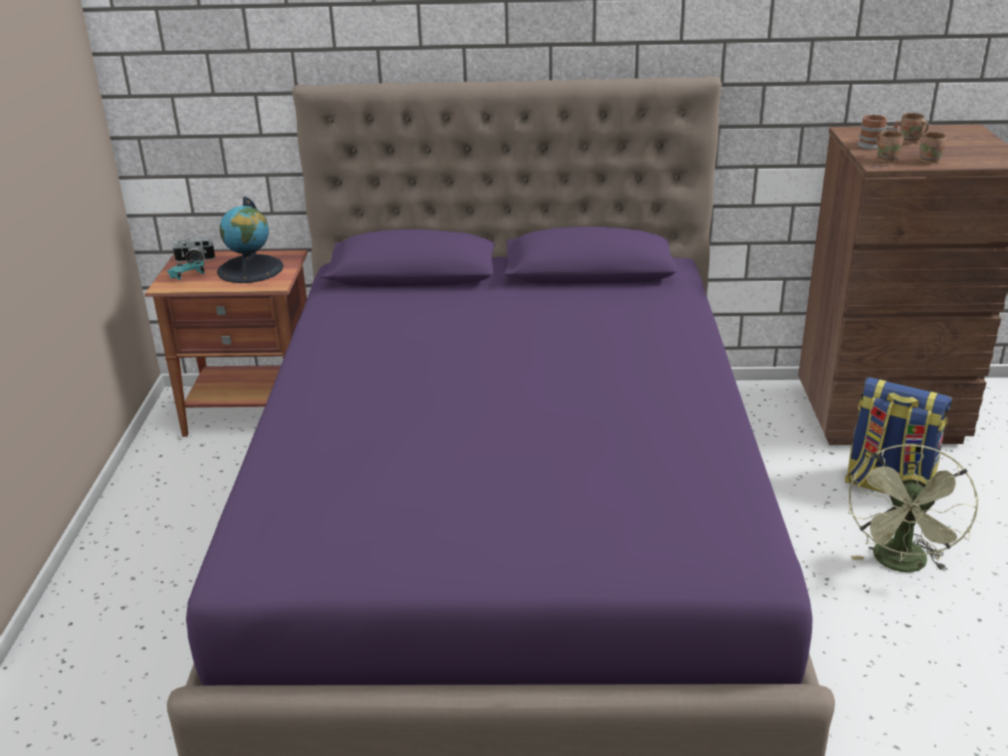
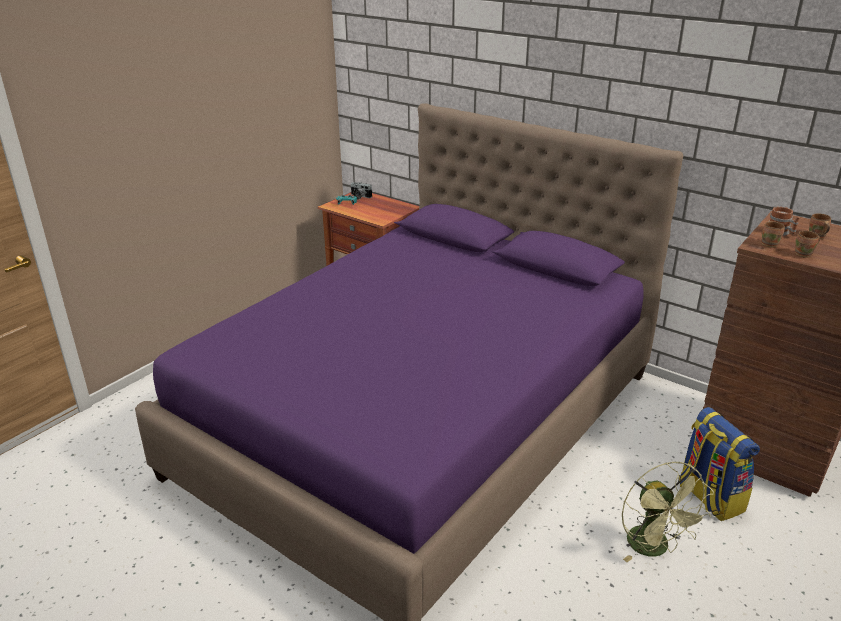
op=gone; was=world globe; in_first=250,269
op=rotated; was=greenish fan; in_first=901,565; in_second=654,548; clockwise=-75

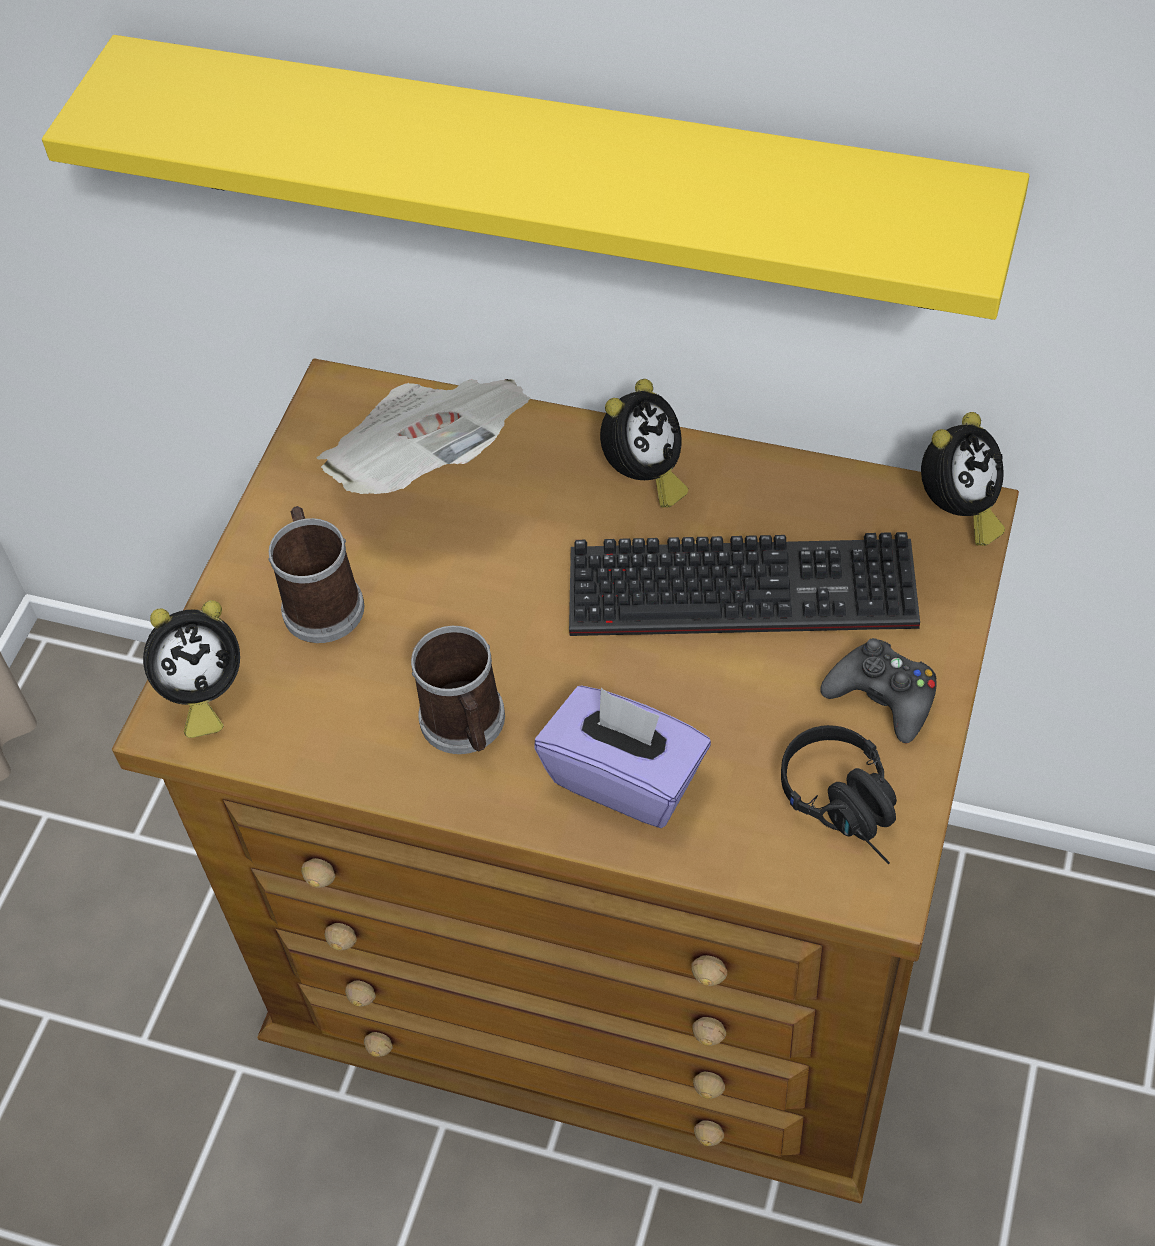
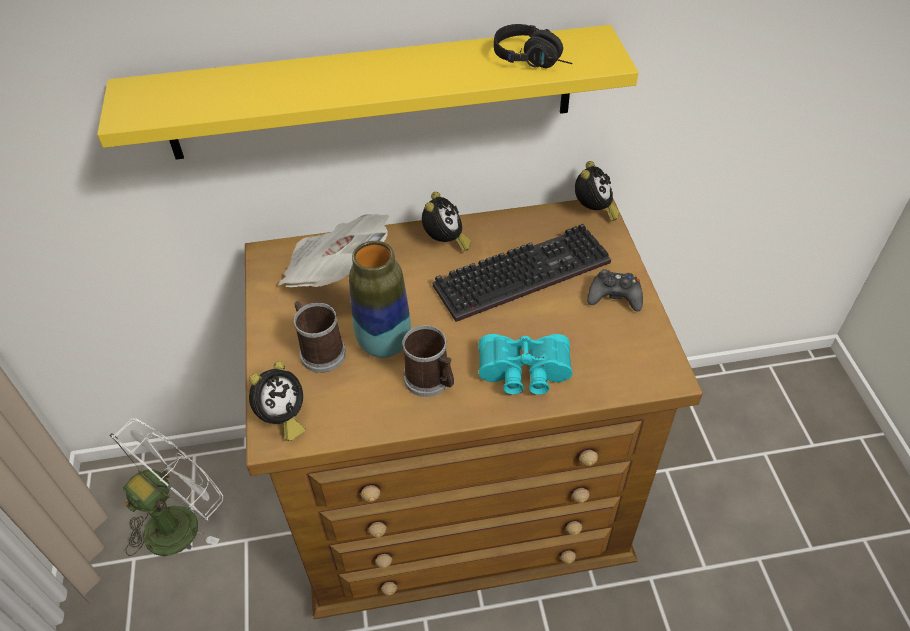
op=swapped; was=purplish tissue holder; now=turquoise-coloured binoculars; in_first=626,778; in_second=524,374
op=shifted; was=black-coloured pair of headphones; in_first=849,808; in_second=535,60
op=new; now=vase; in_second=384,344
op=new; now=whitish fan; in_second=180,520

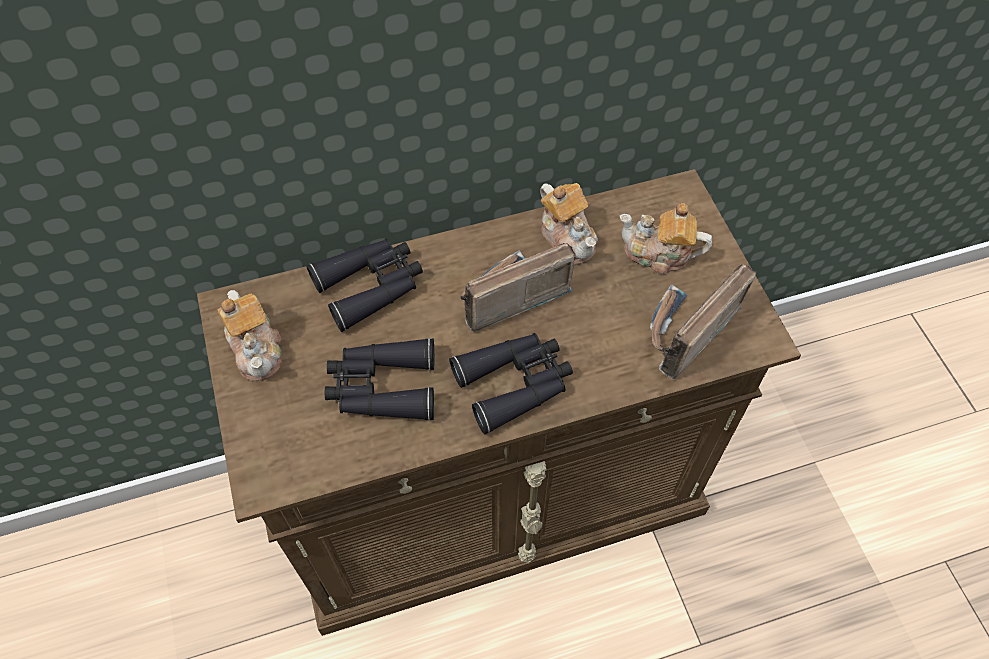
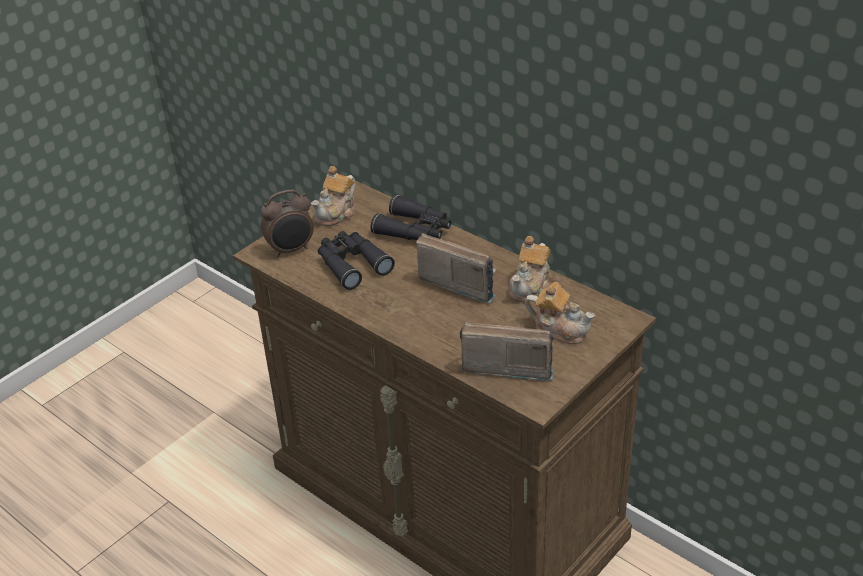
op=rotated; was=tea pot; in_first=658,254; in_second=559,329; clockwise=135
op=gone; was=black-coloured binoculars; in_first=515,383
op=new; now=bedside clock; in_second=291,250

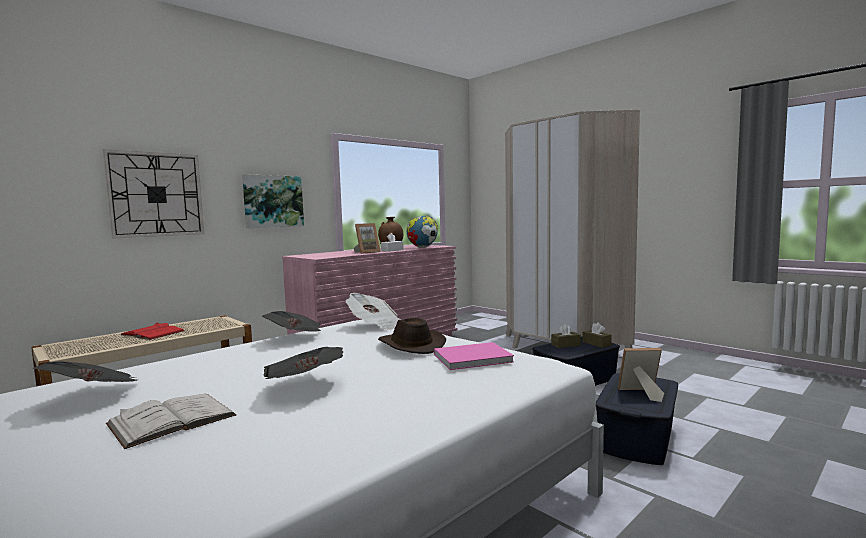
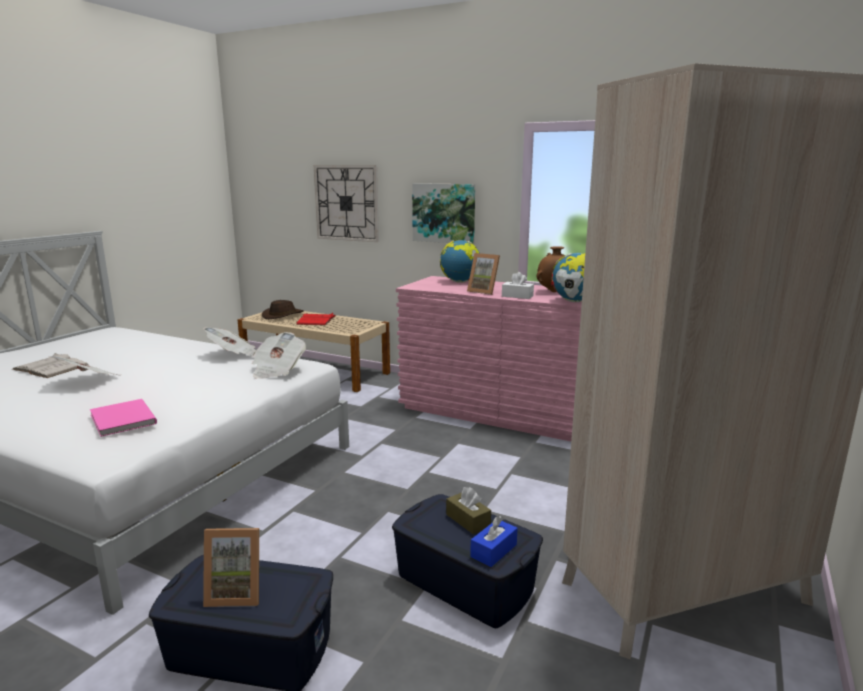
op=shifted; was=brown-coloured wearable hat; in_first=410,345; in_second=283,315
op=repainted; was=brown-coloured tissue holder; now=bluish tissue holder; in_first=596,343; in_second=493,551
op=rotated; was=standing frame; in_first=640,394; in_second=236,592; clockwise=105
op=gone; was=daily paper; in_first=95,395
op=new; now=world globe; in_second=460,282

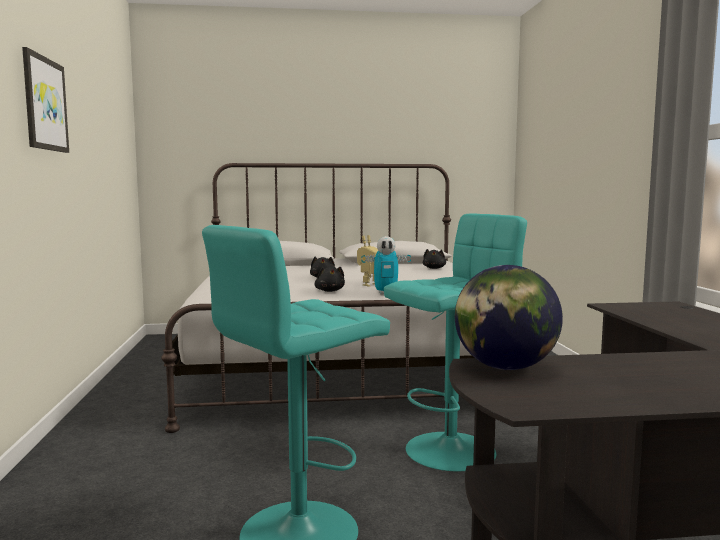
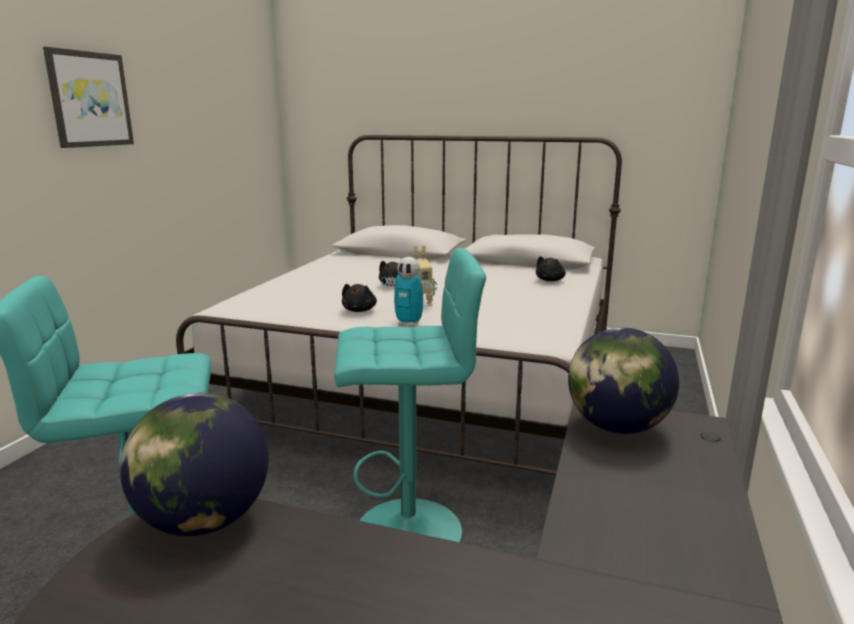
op=new; now=world globe; in_second=616,427

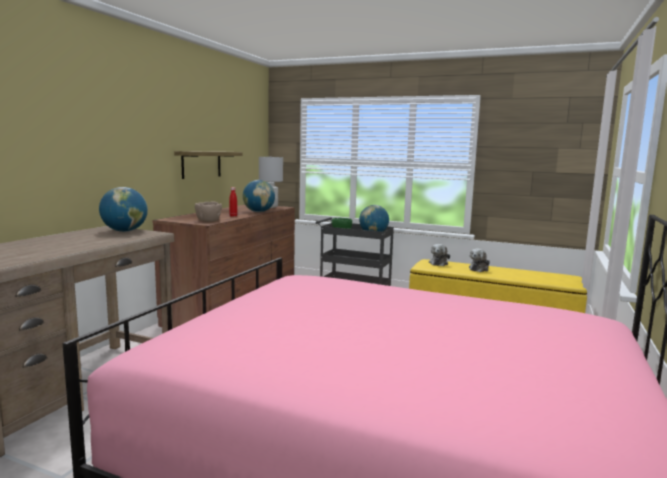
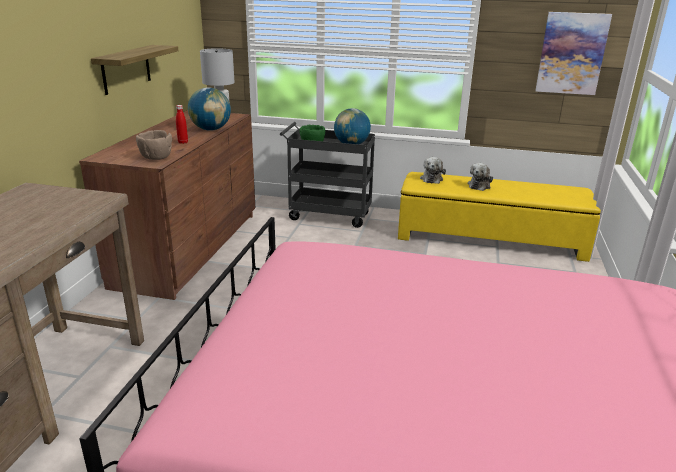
op=gone; was=world globe; in_first=124,231
op=new; now=picture; in_second=571,53

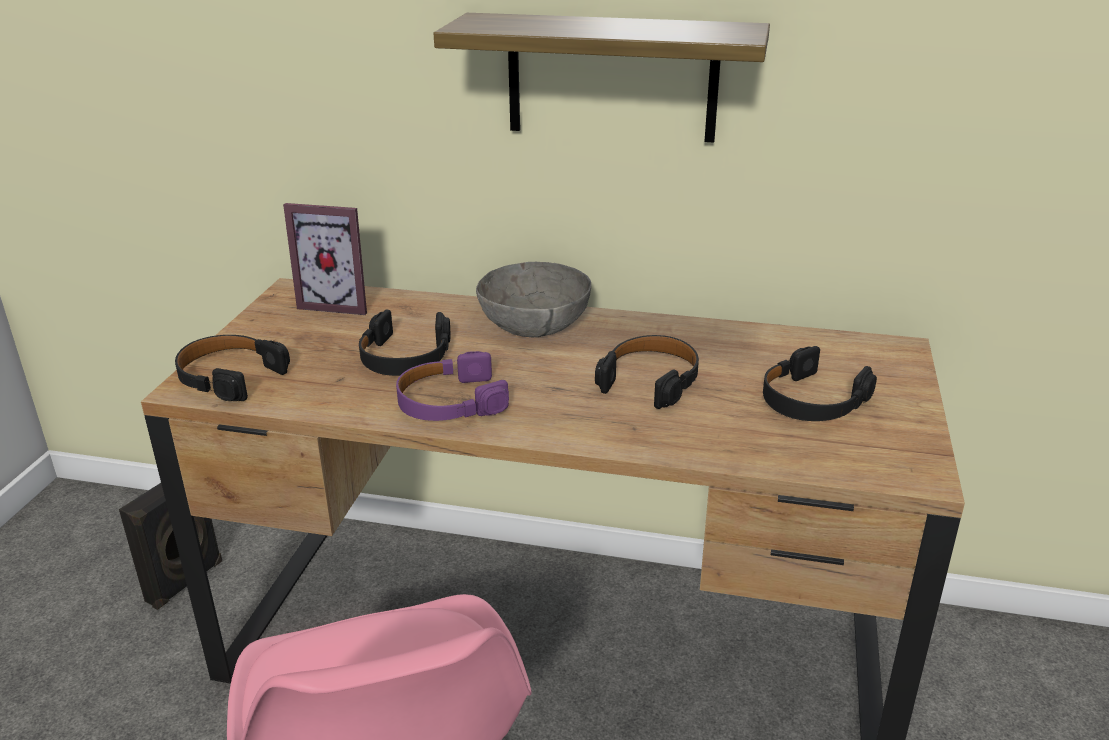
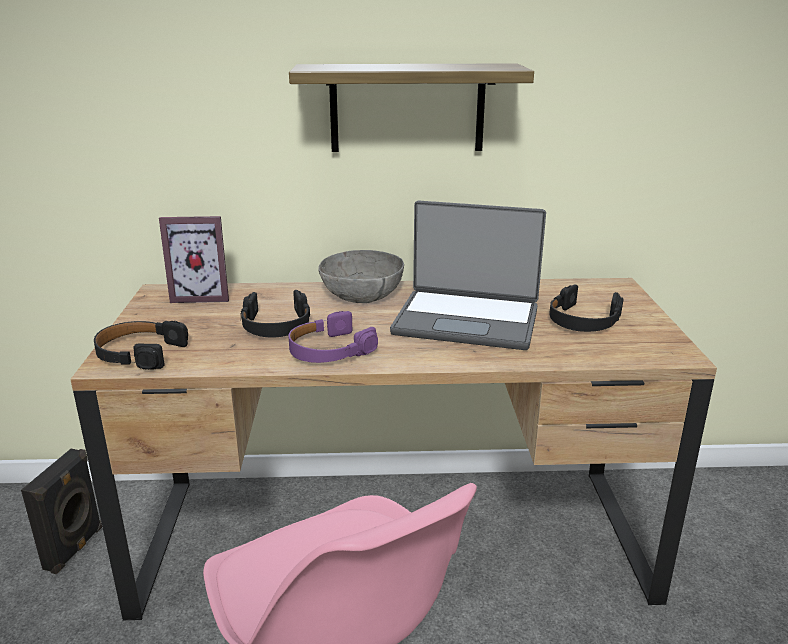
op=swapped; was=black-coloured pair of headphones; now=notebook computer; in_first=650,380; in_second=467,320

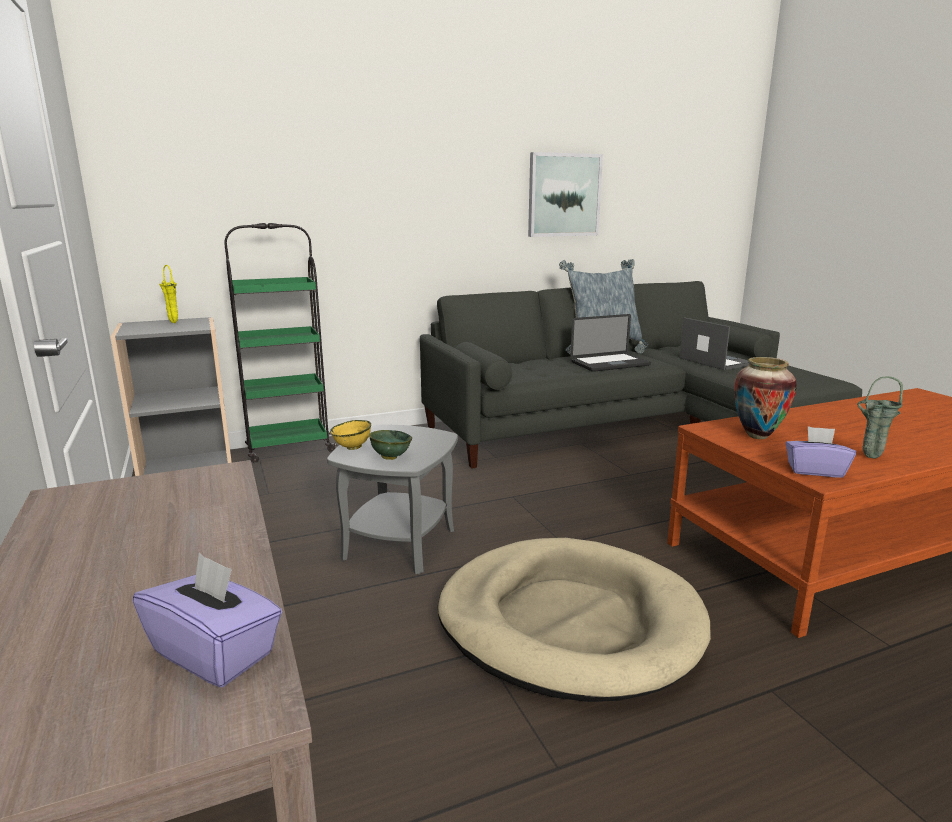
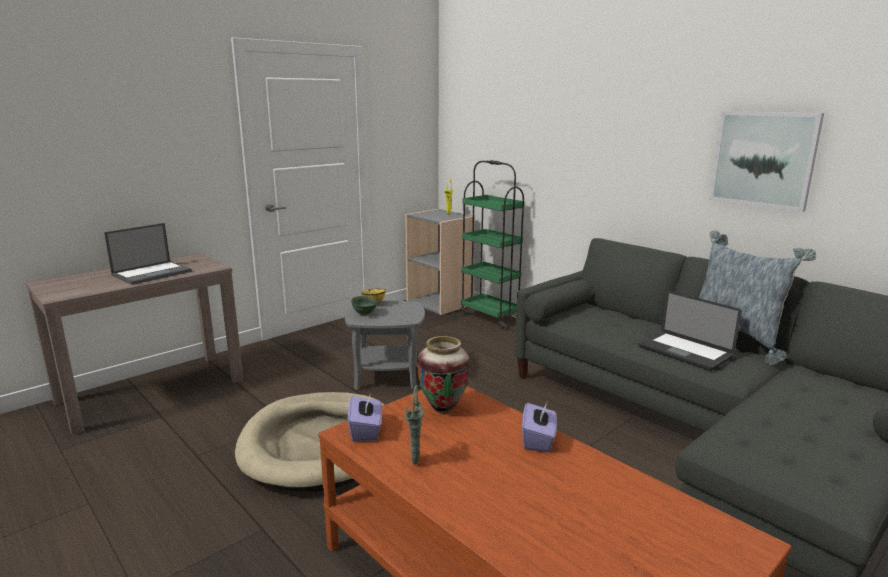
op=shifted; was=notebook computer; in_first=715,361; in_second=152,273
op=shifted; was=purplish tissue holder; in_first=215,652; in_second=538,440

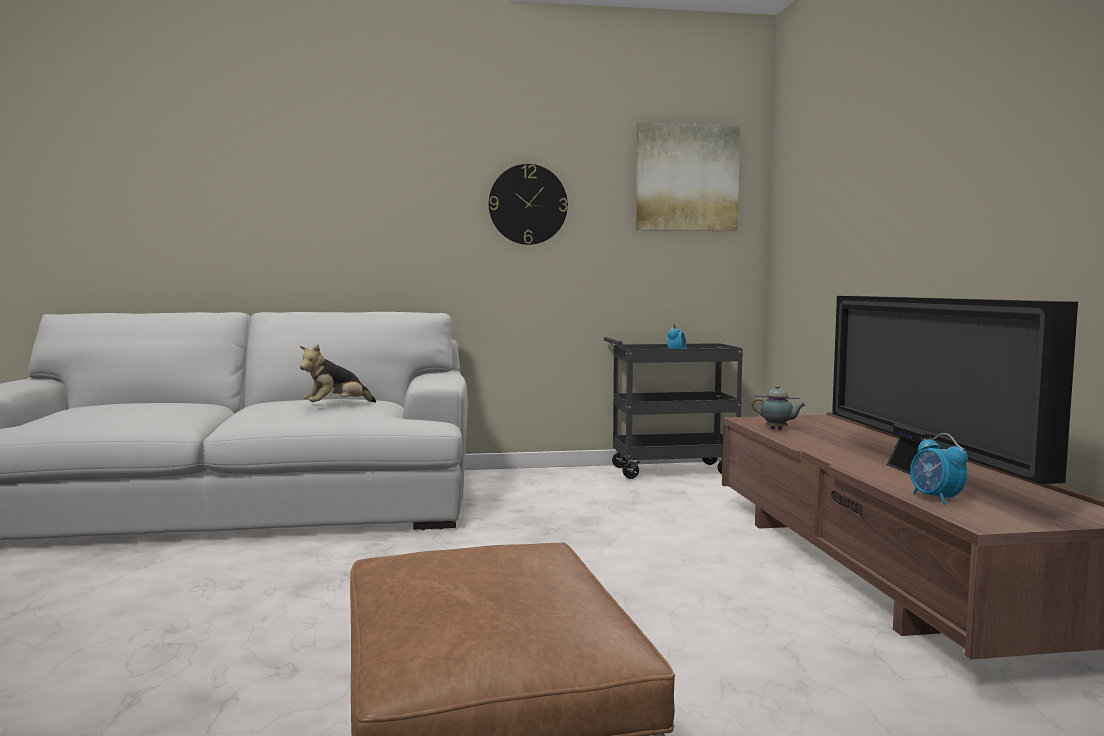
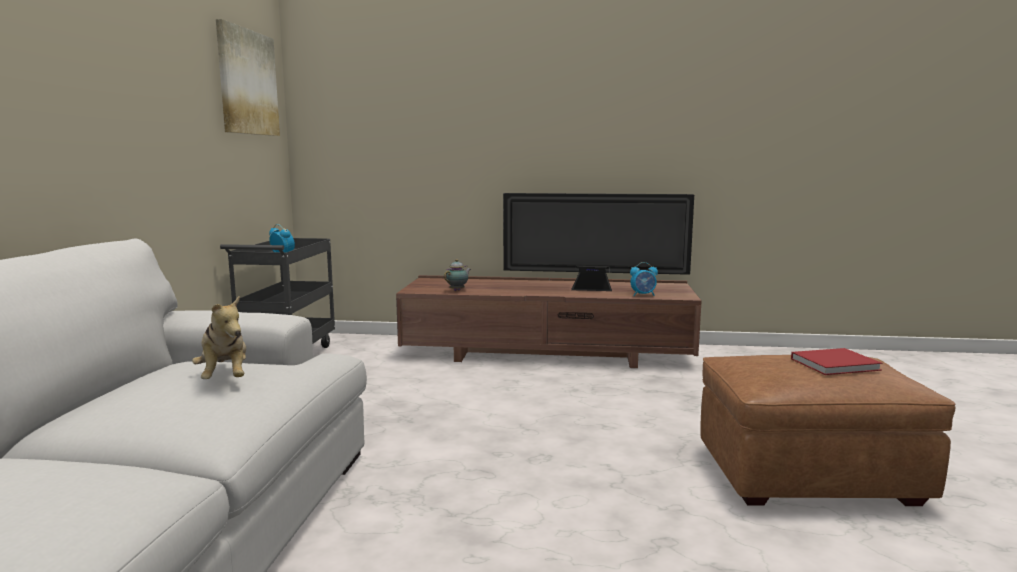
op=gone; was=clock on the wall; in_first=528,204
op=new; now=red bound book; in_second=837,364

